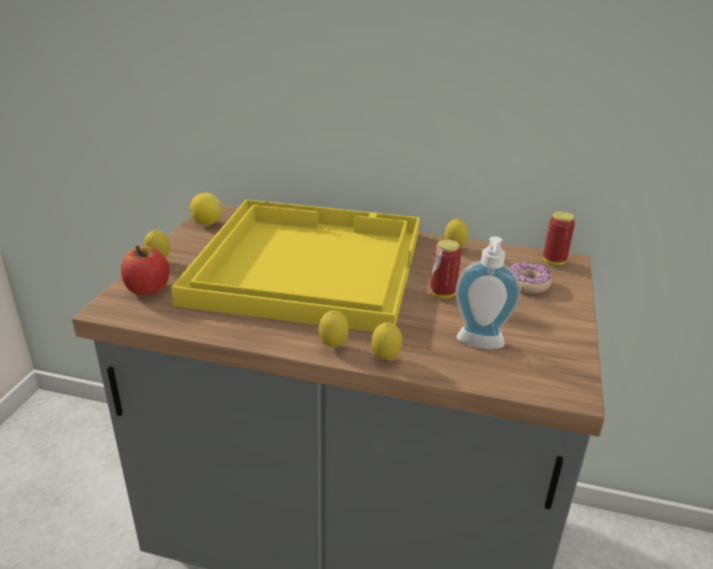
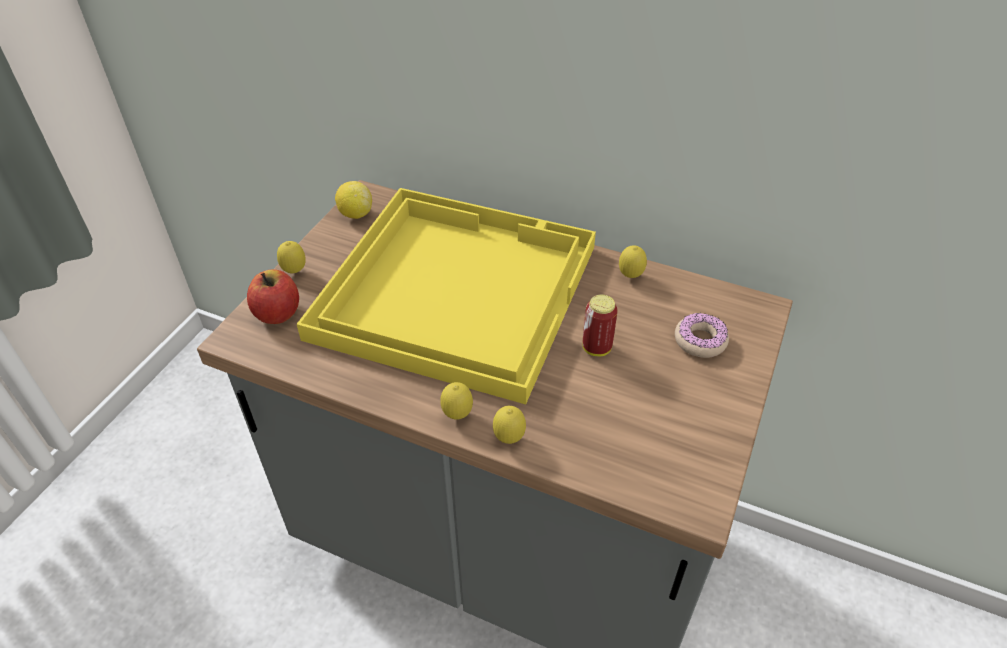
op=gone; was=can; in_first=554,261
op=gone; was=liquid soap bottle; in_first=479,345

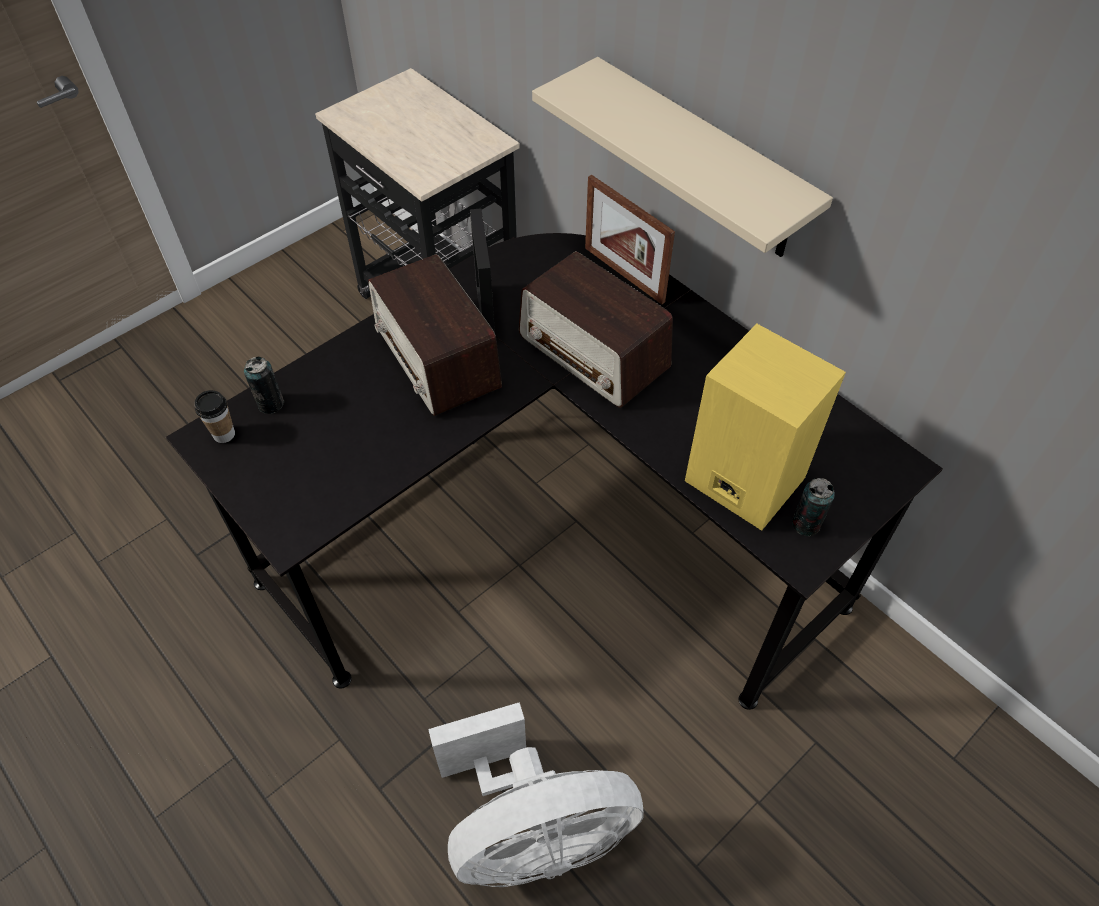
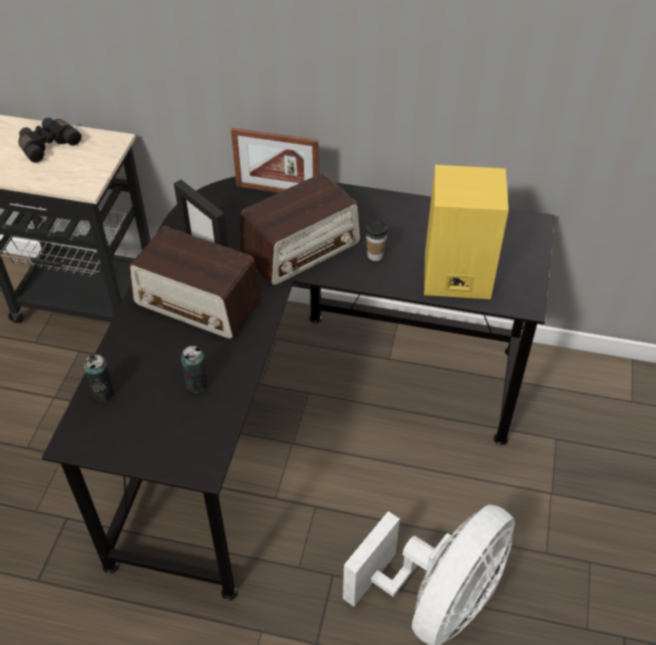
op=gone; was=beige shelf; in_first=700,161
op=rotated; was=radio; in_first=594,352; in_second=301,248; clockwise=-45
op=shifted; was=small cup; in_first=224,434; in_second=375,255
op=shifted; was=can; in_first=806,524; in_second=197,384
op=new; now=black-coloured binoculars; in_second=48,145

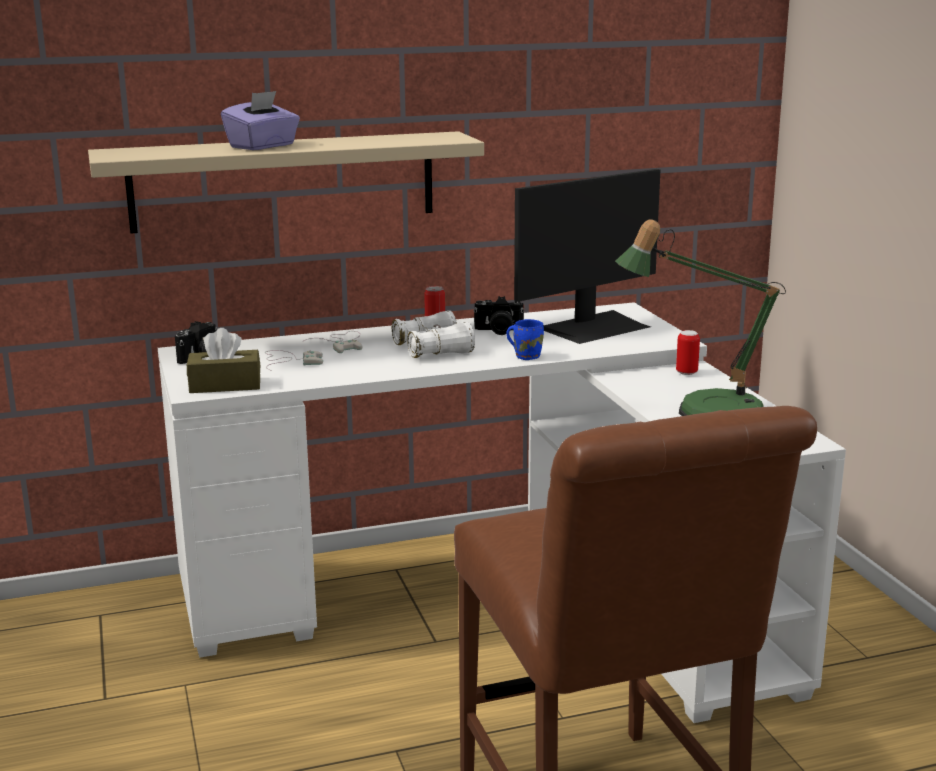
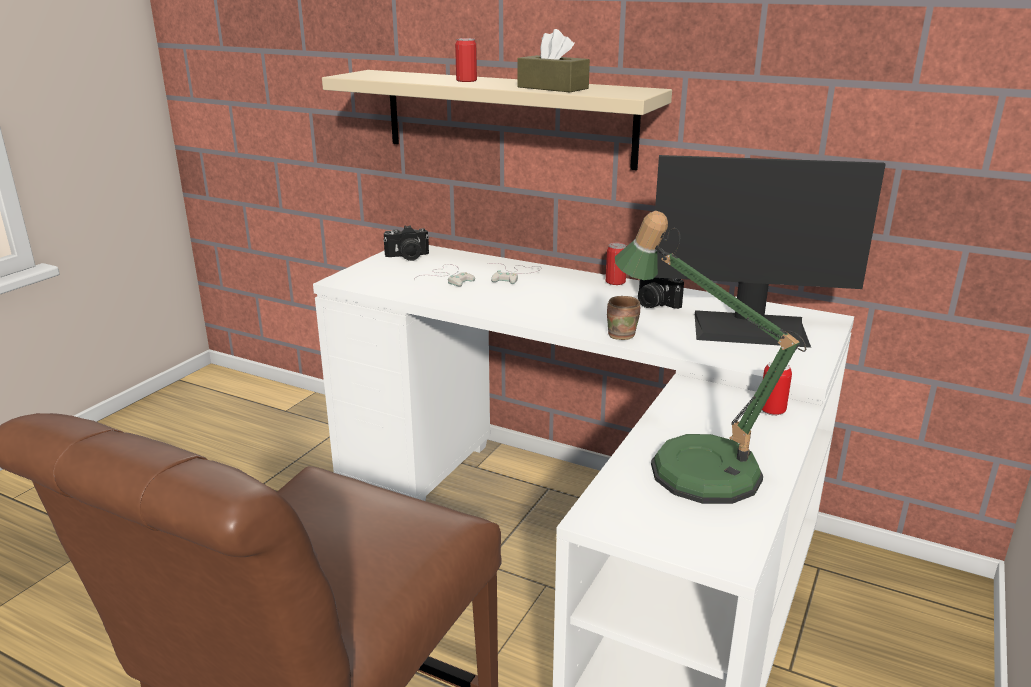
op=swapped; was=purplish tissue holder; now=can; in_first=263,146; in_second=466,80
op=gone; was=whitish binoculars; in_first=433,349
op=repainted; was=bluish coffee mug; now=brown-coloured coffee mug; in_first=526,356; in_second=621,334
op=shifted; was=brown-coloured tissue holder; in_first=225,385; in_second=552,88

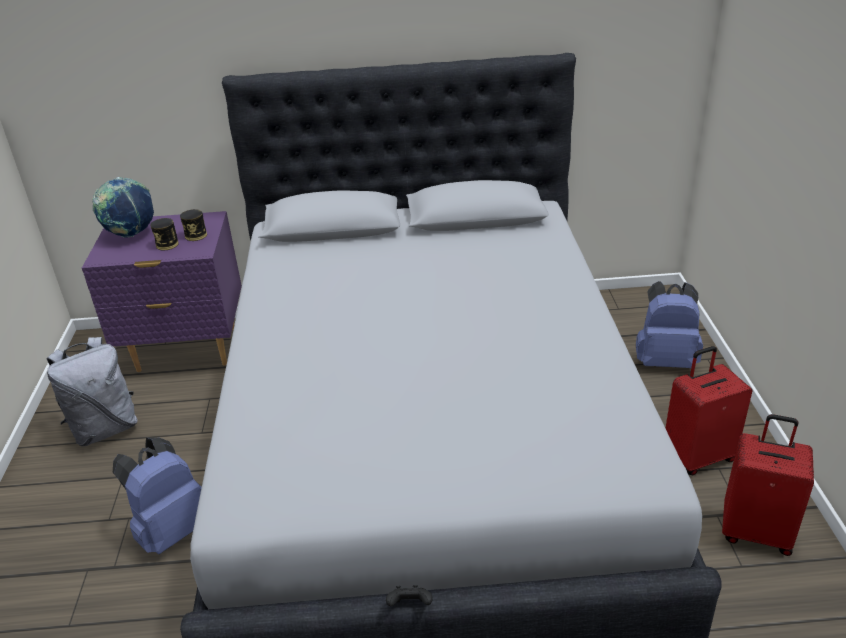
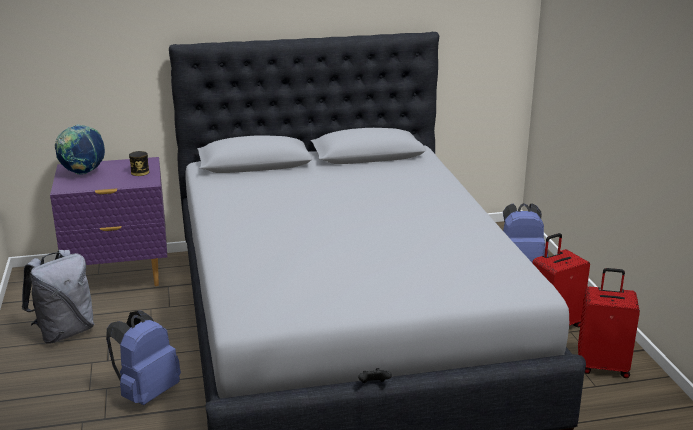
op=gone; was=can; in_first=167,244

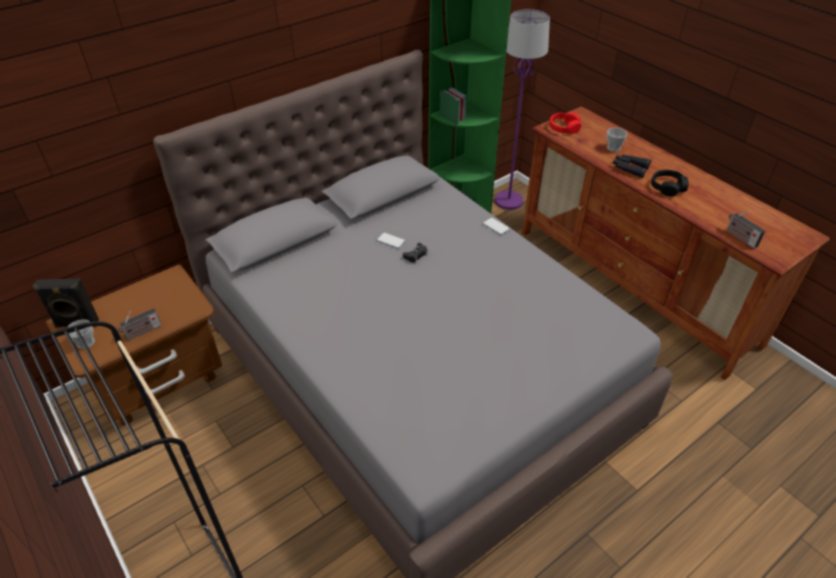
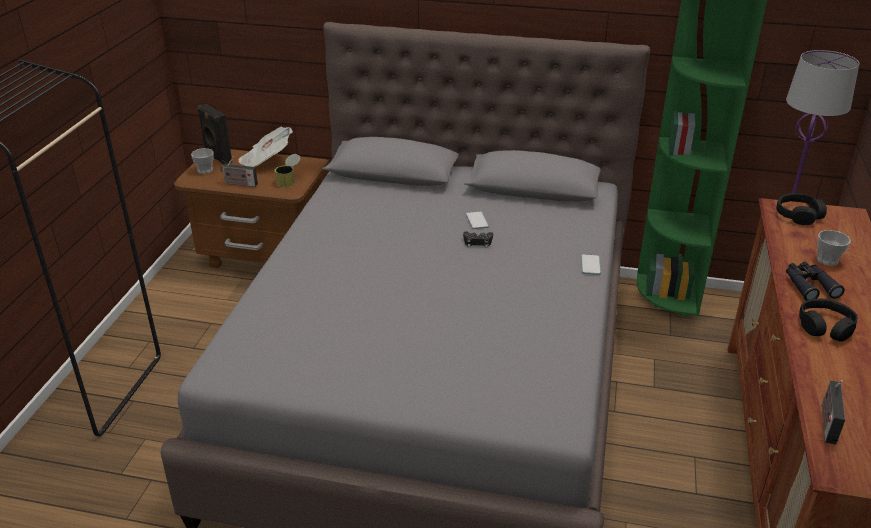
op=repainted; was=red pair of headphones; now=black-coloured pair of headphones; in_first=564,128; in_second=798,215
op=new; now=daily paper; in_second=266,161
op=new; now=can; in_second=289,180

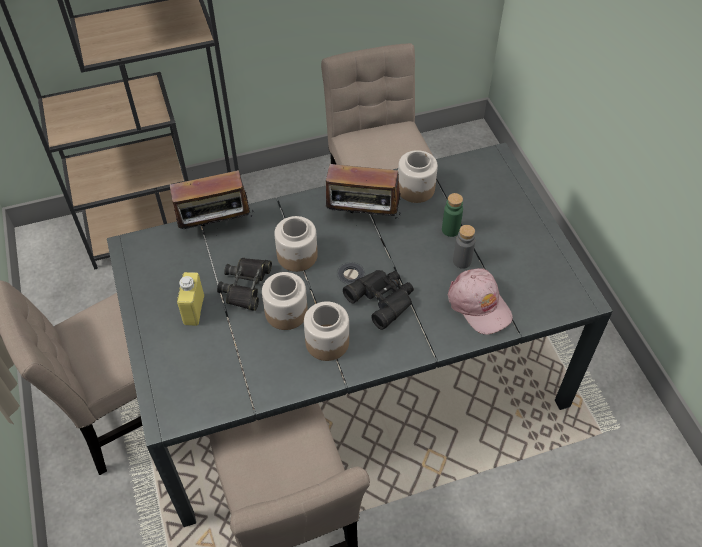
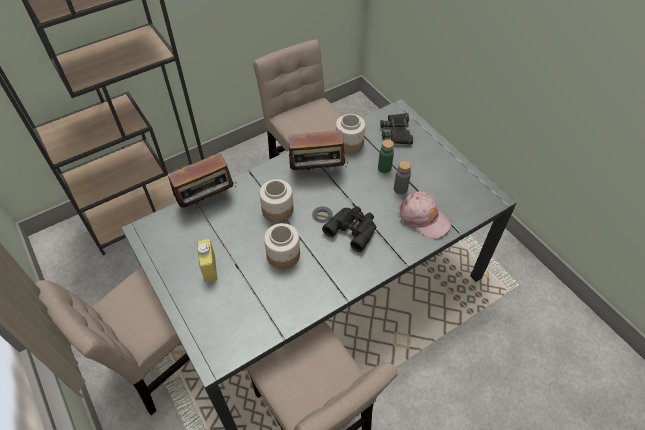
op=shifted; was=black-coloured binoculars; in_first=246,286; in_second=397,132
op=gone; was=preserve jar; in_first=326,343

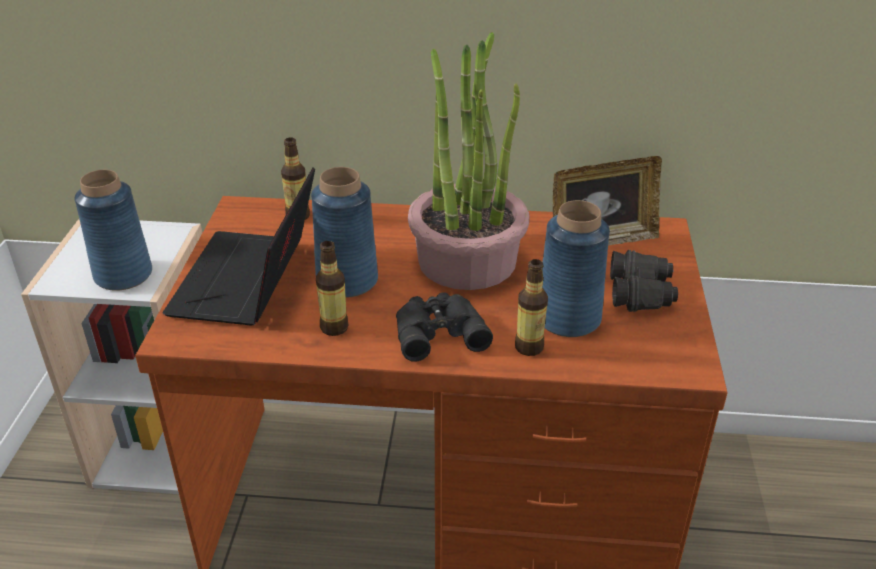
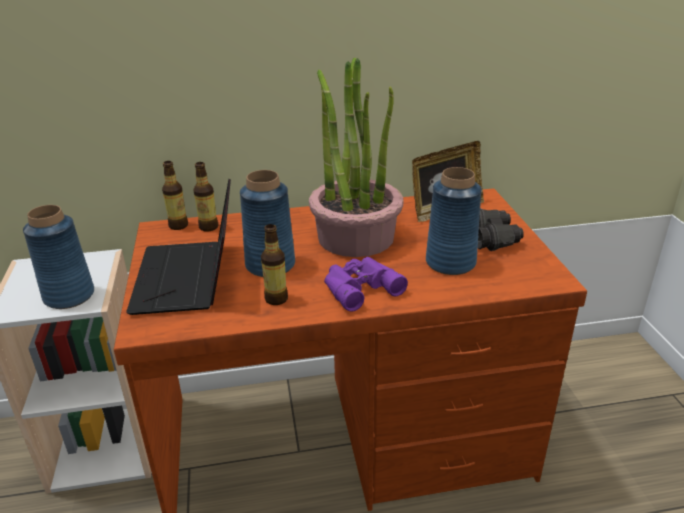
op=shifted; was=drink bottle; in_first=529,347; in_second=178,226
op=repainted; was=black-coloured binoculars; now=purplish binoculars; in_first=437,331; in_second=359,287

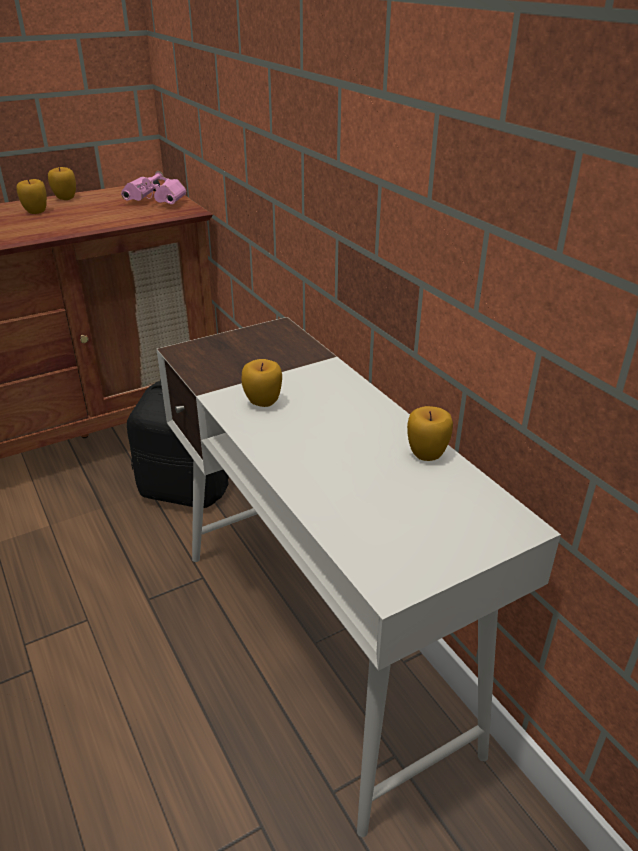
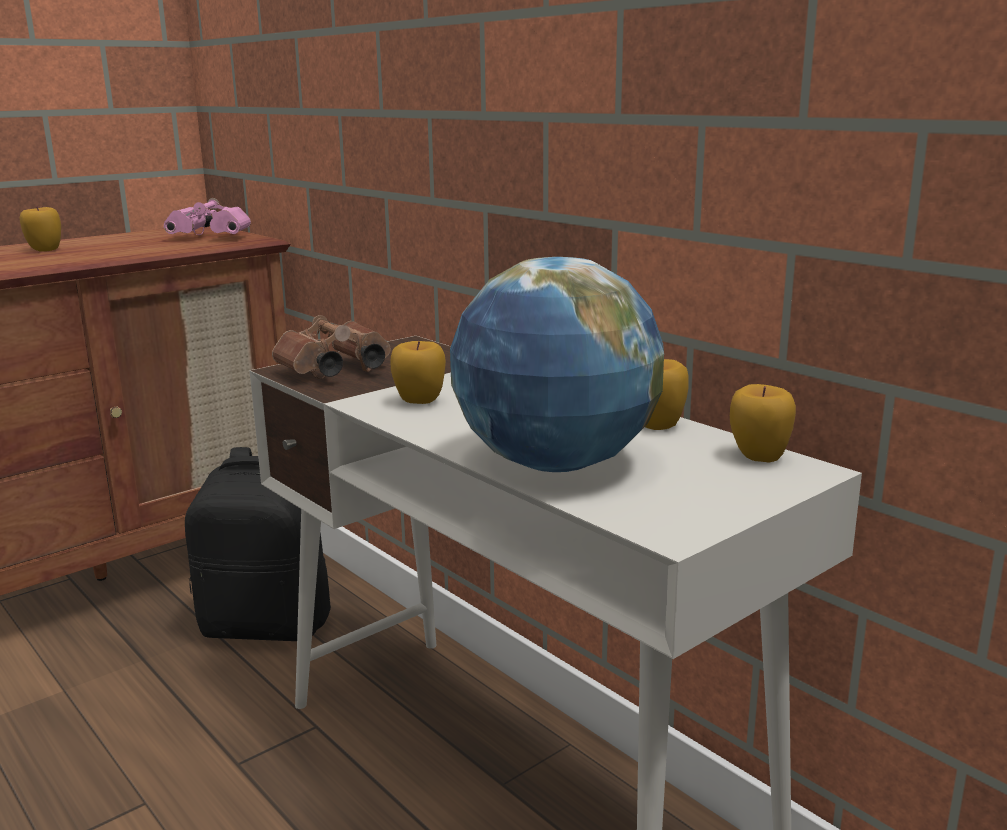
op=shifted; was=apple fruit; in_first=65,198; in_second=758,457
op=new; now=world globe; in_second=556,465
op=new; now=brown-coloured binoculars; in_second=333,372

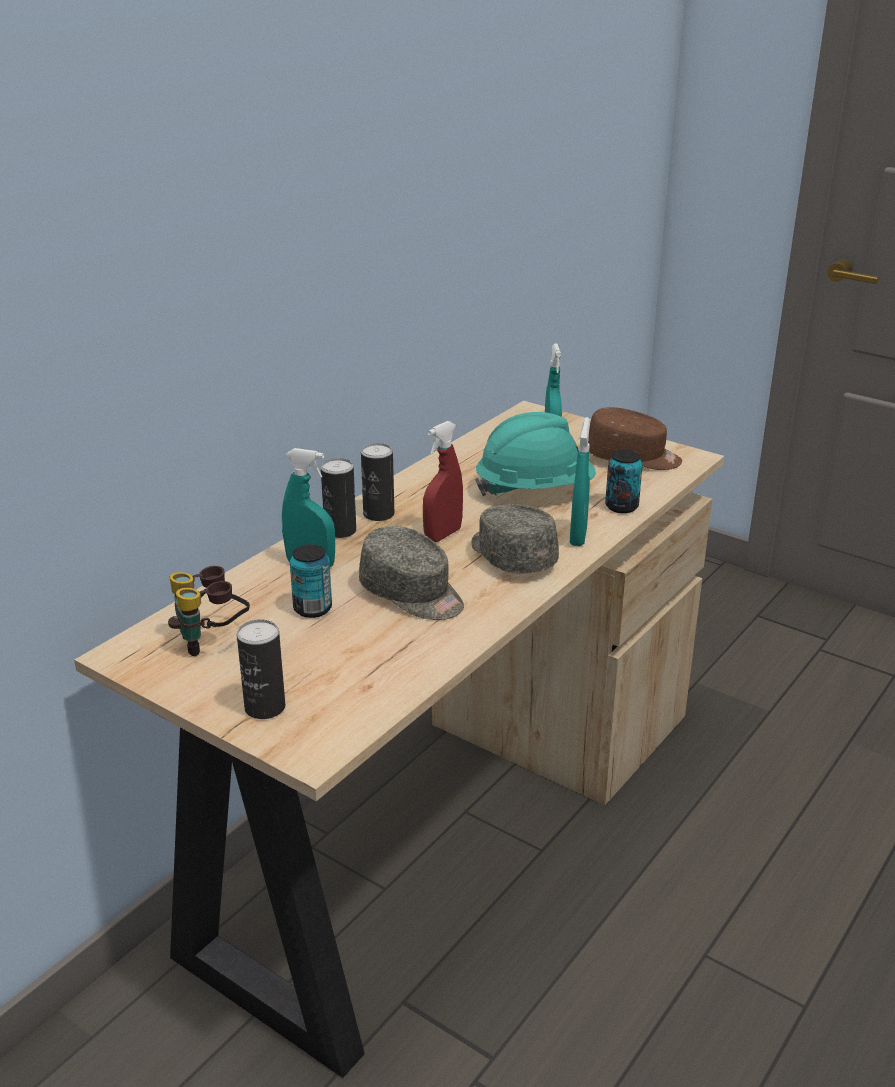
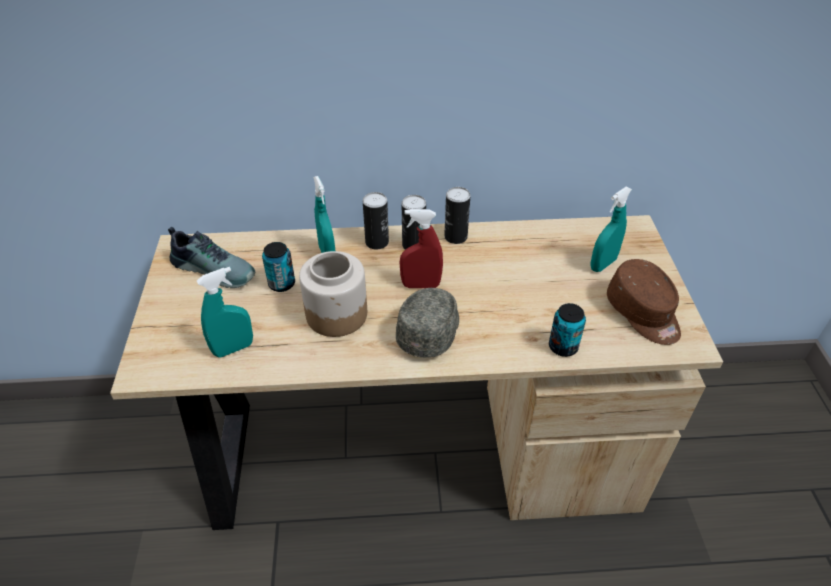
op=gone; was=turquoise-coloured work helmet; in_first=534,490
op=shifted; was=turquoise-coloured spray bottle; in_first=578,536; in_second=233,348
op=swapped; was=greyish baseball cap; now=preserve jar; in_first=412,594; in_second=337,314
op=swapped; was=binoculars; now=item of footwear; in_first=212,641; in_second=215,268
op=shifted; was=can; in_first=265,707; in_second=455,237

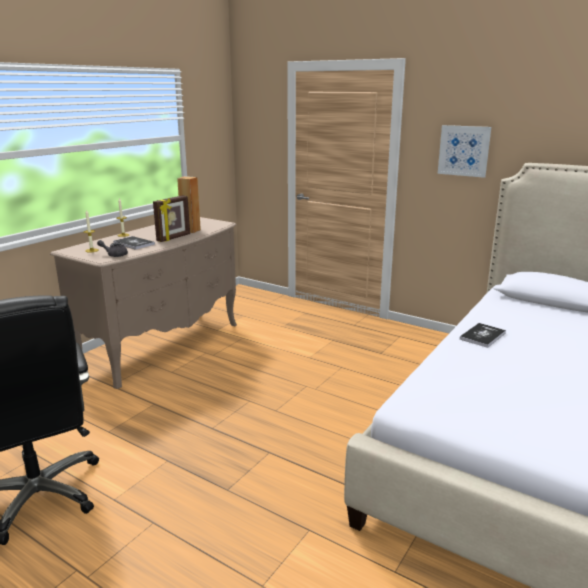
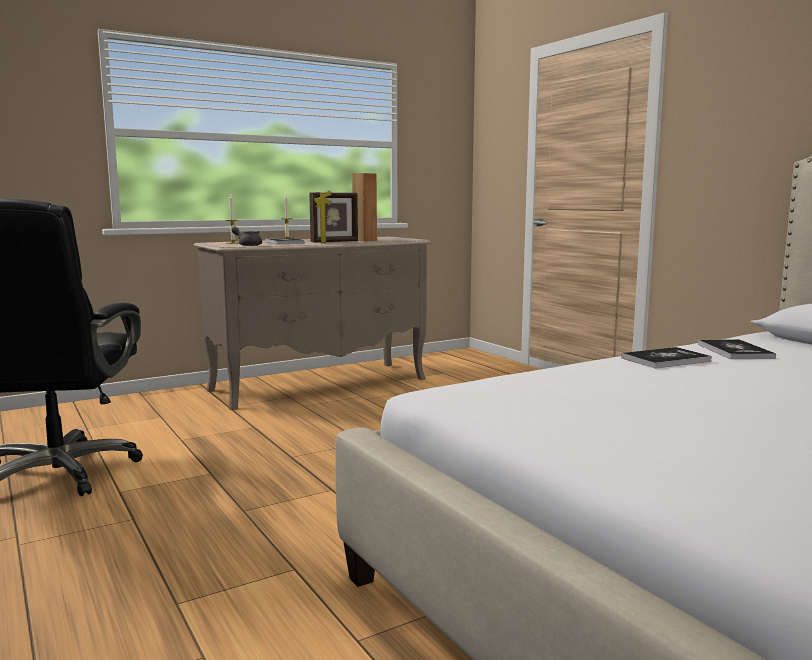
op=gone; was=picture; in_first=464,150
op=new; now=bound book; in_second=735,351

